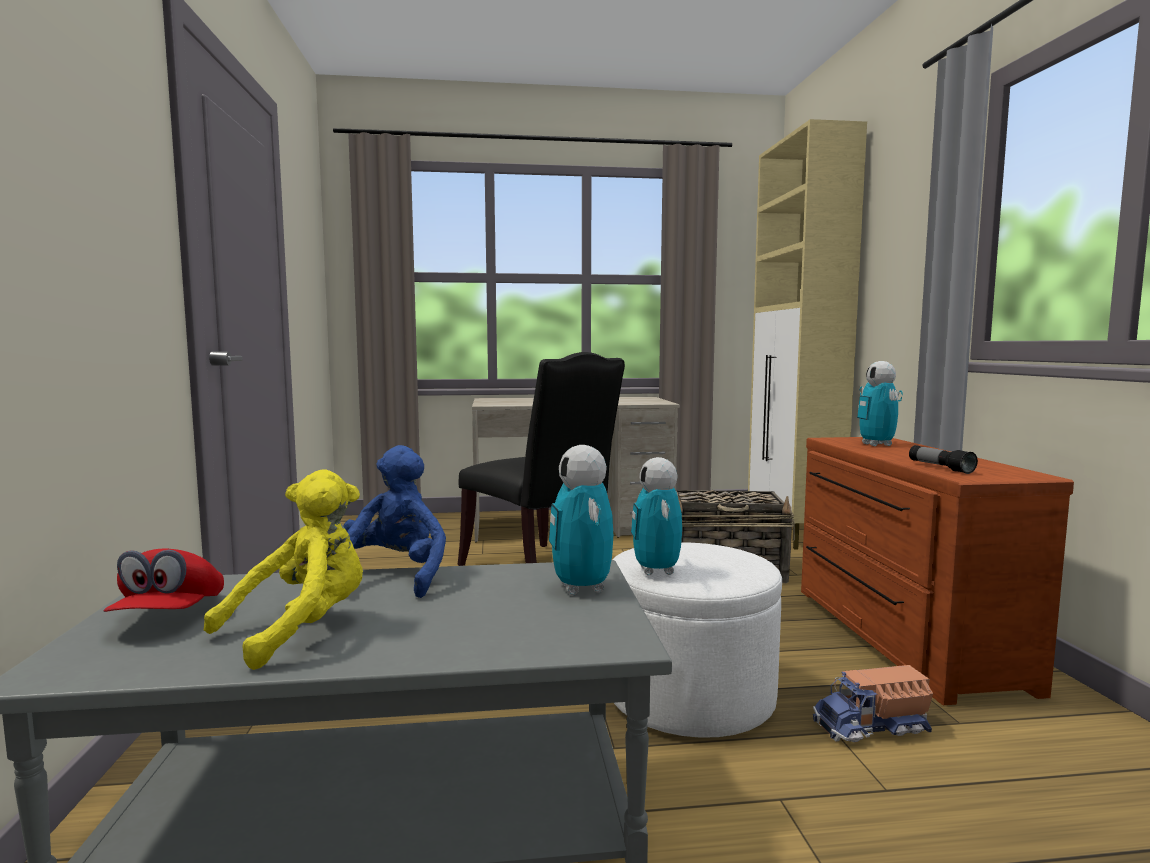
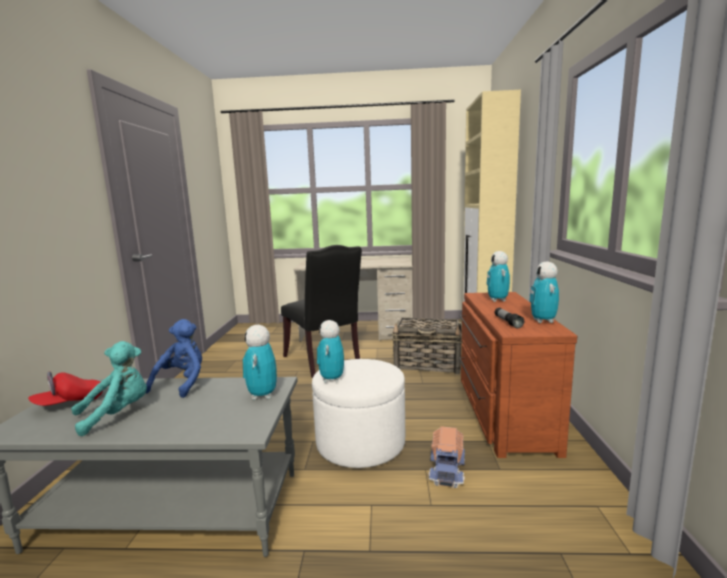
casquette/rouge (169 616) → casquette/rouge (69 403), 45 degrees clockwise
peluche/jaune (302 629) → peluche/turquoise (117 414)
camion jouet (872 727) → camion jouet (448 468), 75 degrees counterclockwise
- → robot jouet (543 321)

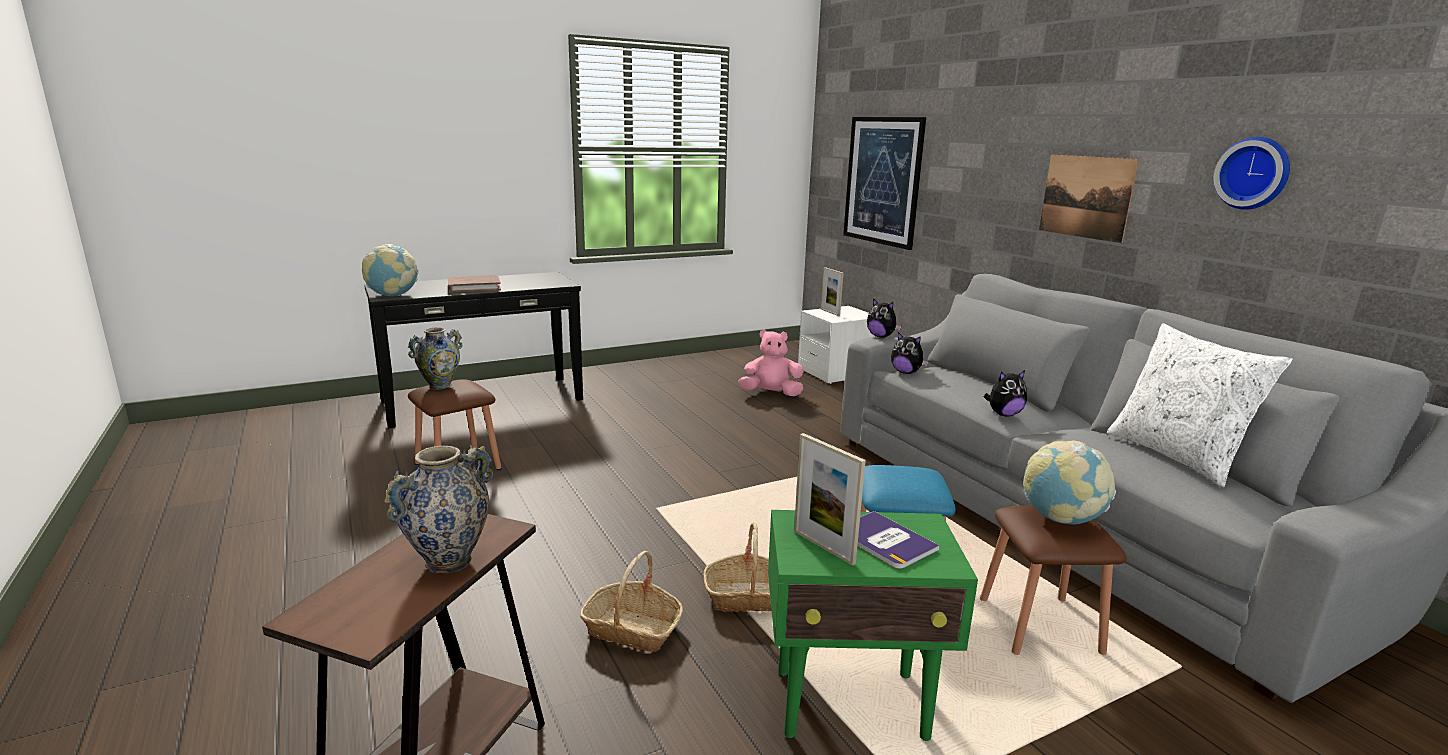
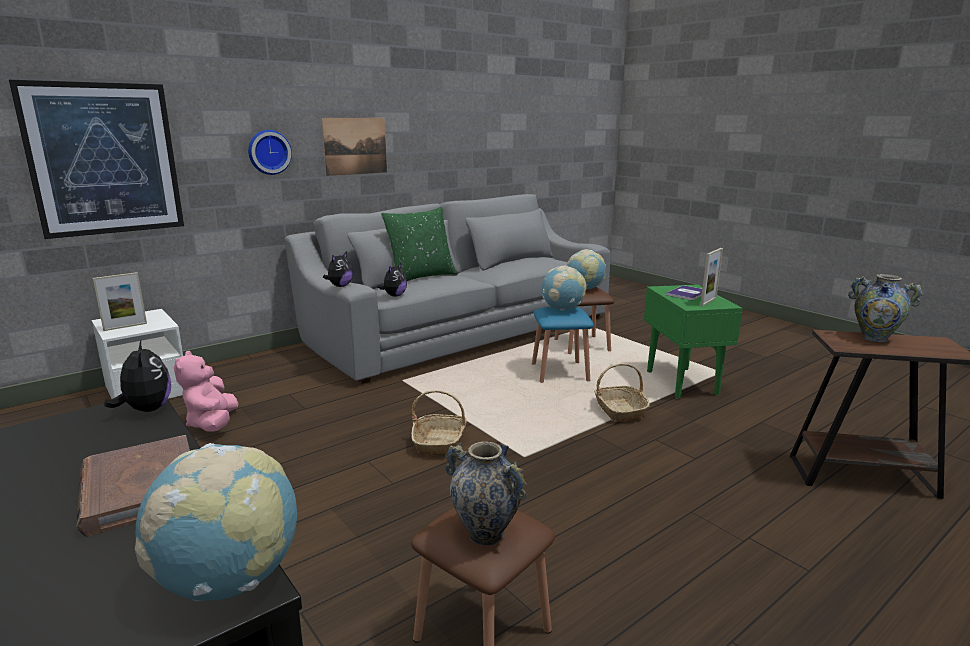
peluche (1003 414) → peluche (146 409), moved
horloge murale (1254 173) → horloge murale (268 152), moved
- → coussin/vert (421 276)
panier (632 629) → panier (440 442), moved
- → globe (562 309)
coussin/blanc (1176 456) → -

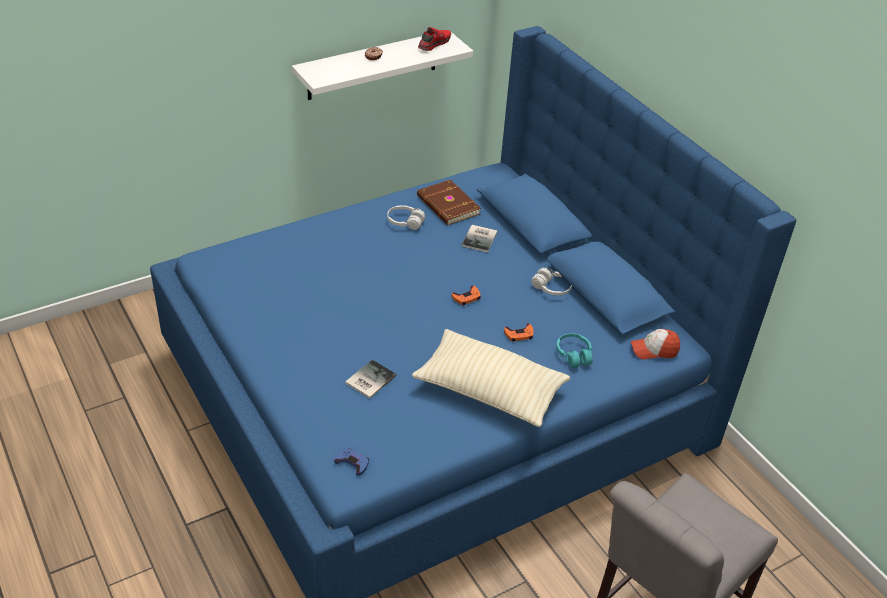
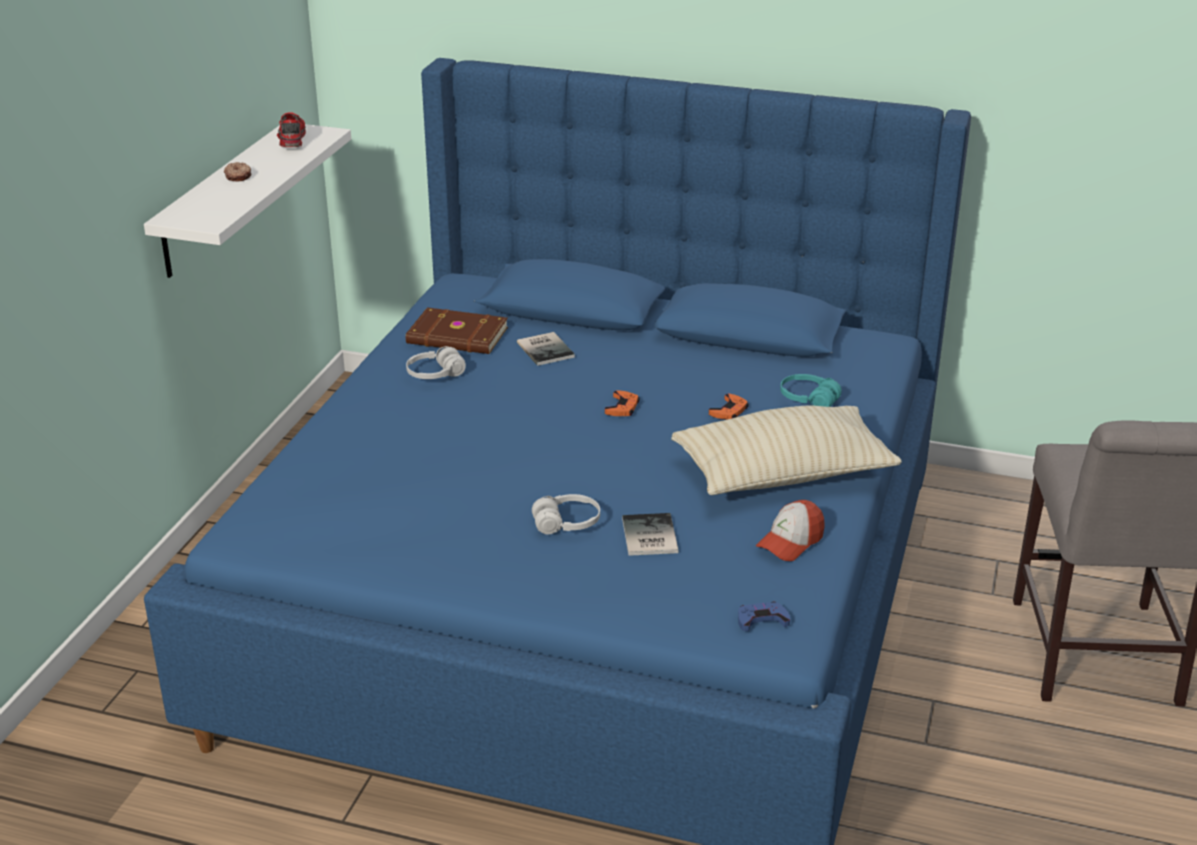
casque audio/blanc (551 288) → casque audio/blanc (566 524), moved
casquette (654 350) → casquette (790 542), moved

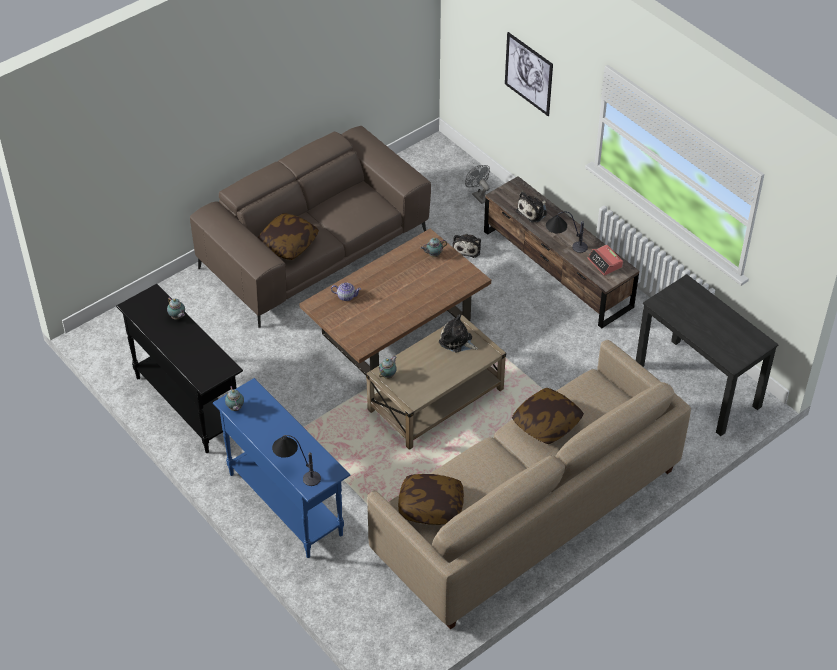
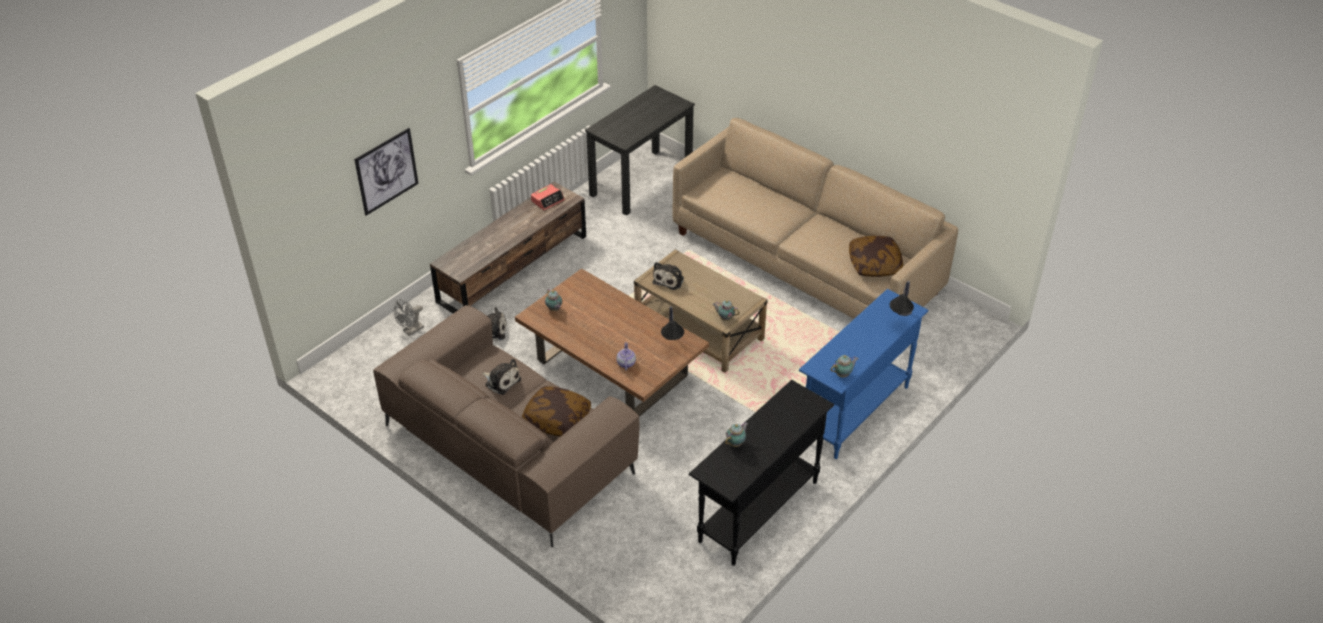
peluche (533 211) → peluche (501 381), moved
lampe de table (564 246) → lampe de table (672 345), moved
coussin (546 423) → -

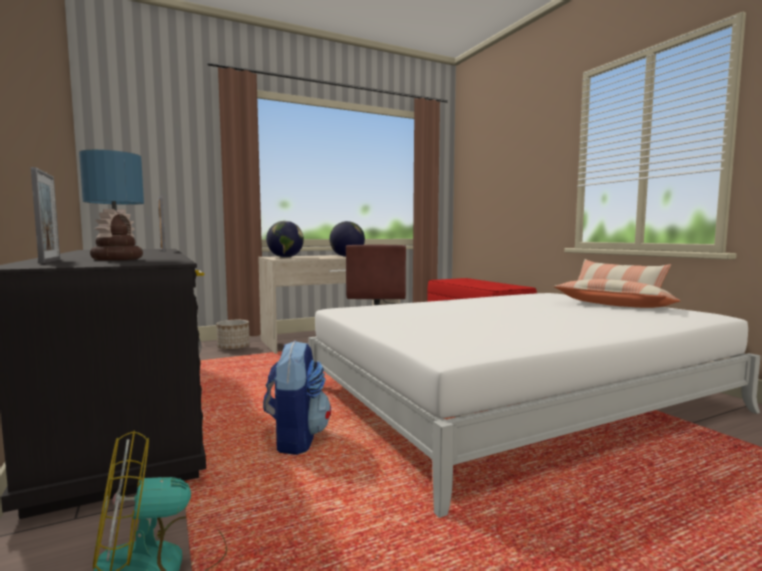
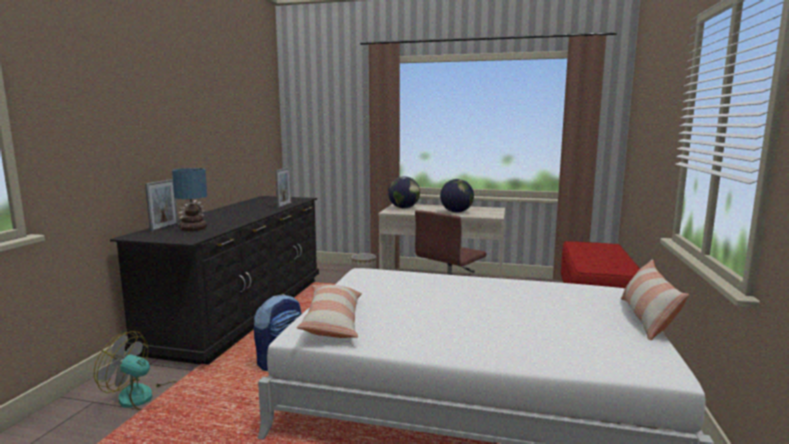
coussin (613 305) → coussin (333 321), moved

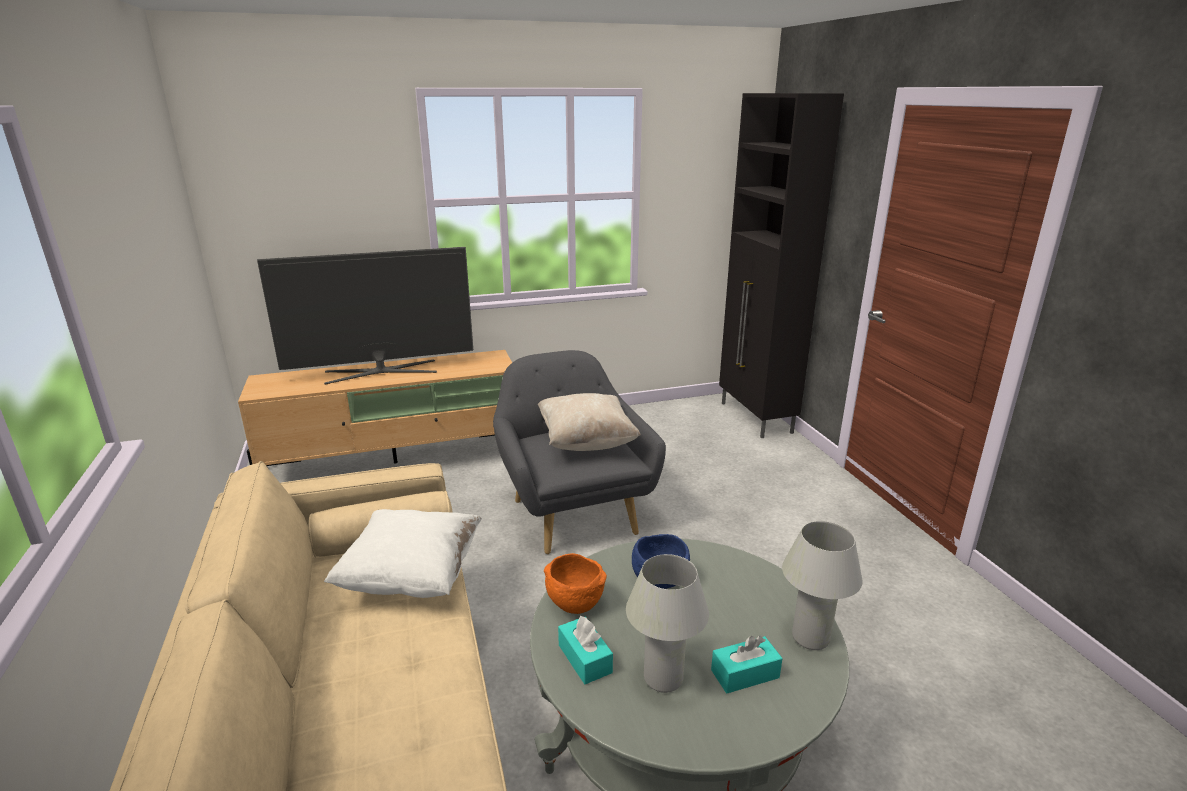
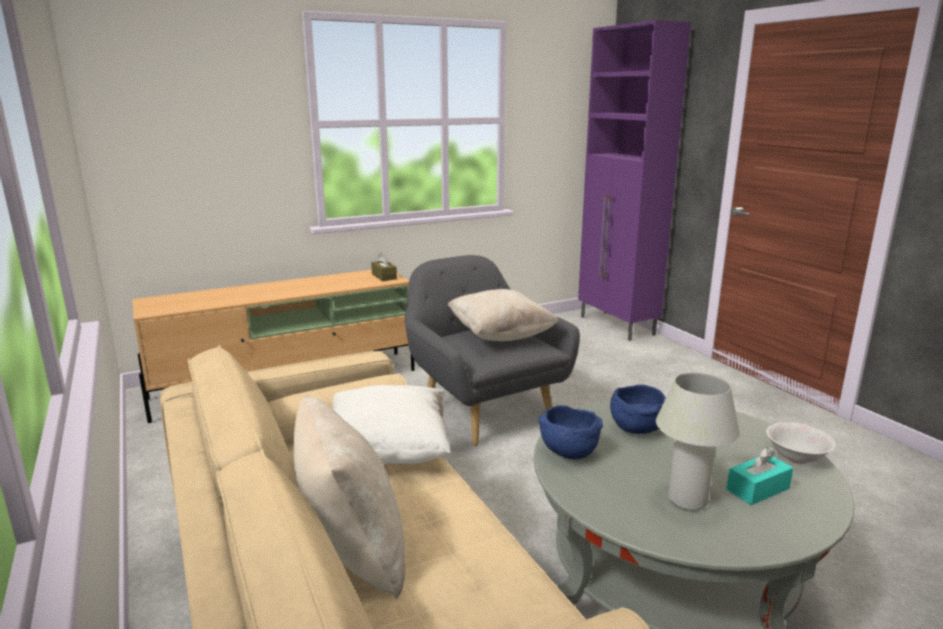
- → coussin/beige (352 552)
- → boîte à mouchoirs/marron (384 276)
bol/orange (573 603) → bol/bleu (567 453)
meuble de rangement/noir (756 418) → meuble de rangement/violet (617 326)
lampe de table/blanc (810 638) → bol/blanc (796 457)
téléviseur (381 371) → -
boîte à mouchoirs/turquoise (585 659) → -

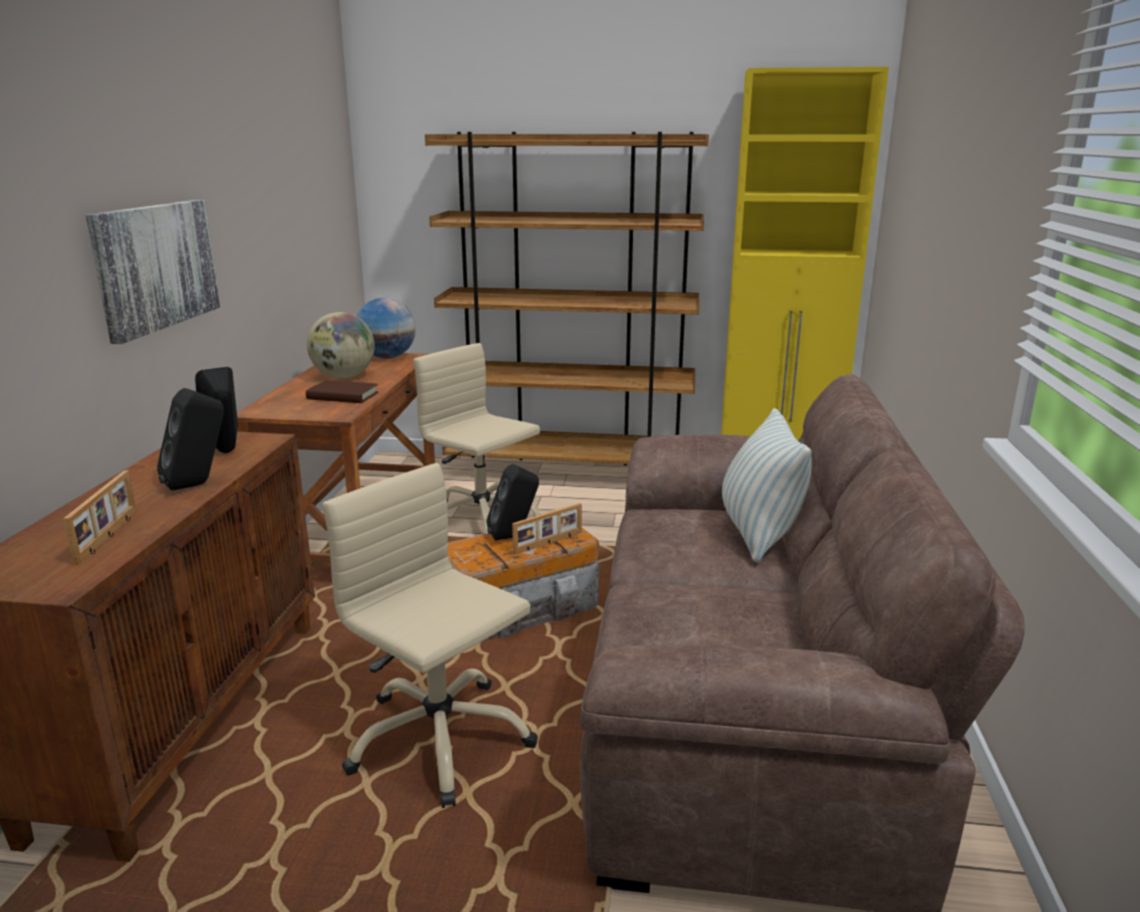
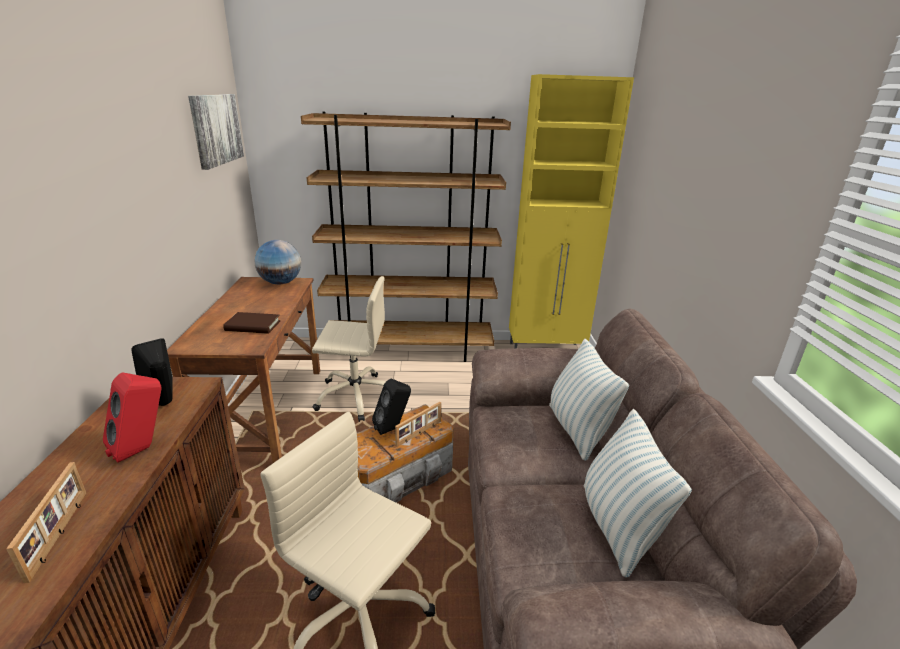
enceinte/noir (198 484) → enceinte/rouge (143 449)
tableau (155 266) → tableau (216 129), moved
chaise de bureau/beige (481 521) → chaise de bureau/beige (356 396), 150 degrees clockwise
- → coussin (618 527)
globe (343 377) → -

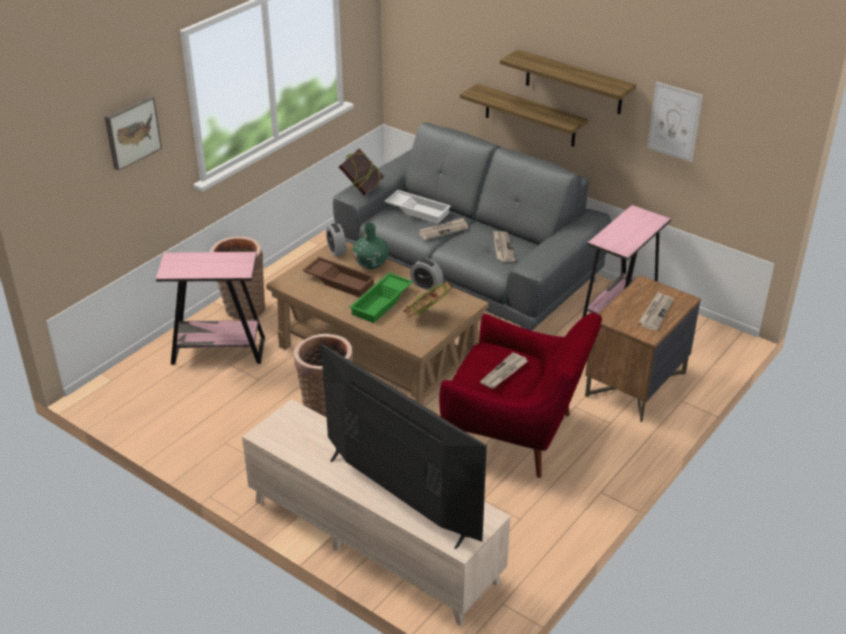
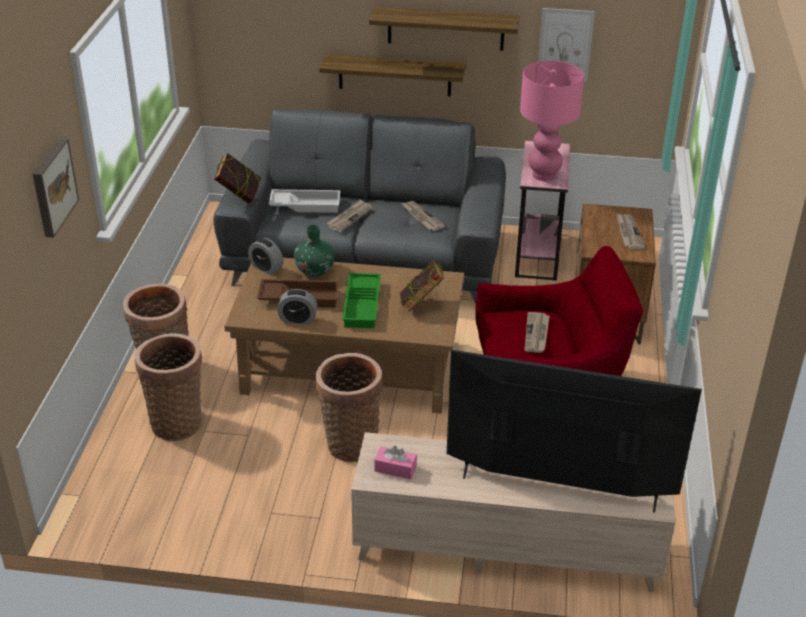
table d'appoint/rose (218 351) → panier (177 421)
réveil (426 285) → réveil (298 320), moved
- → boîte à mouchoirs/rose (395 469)
- → lampe de table/rose (543 175)

